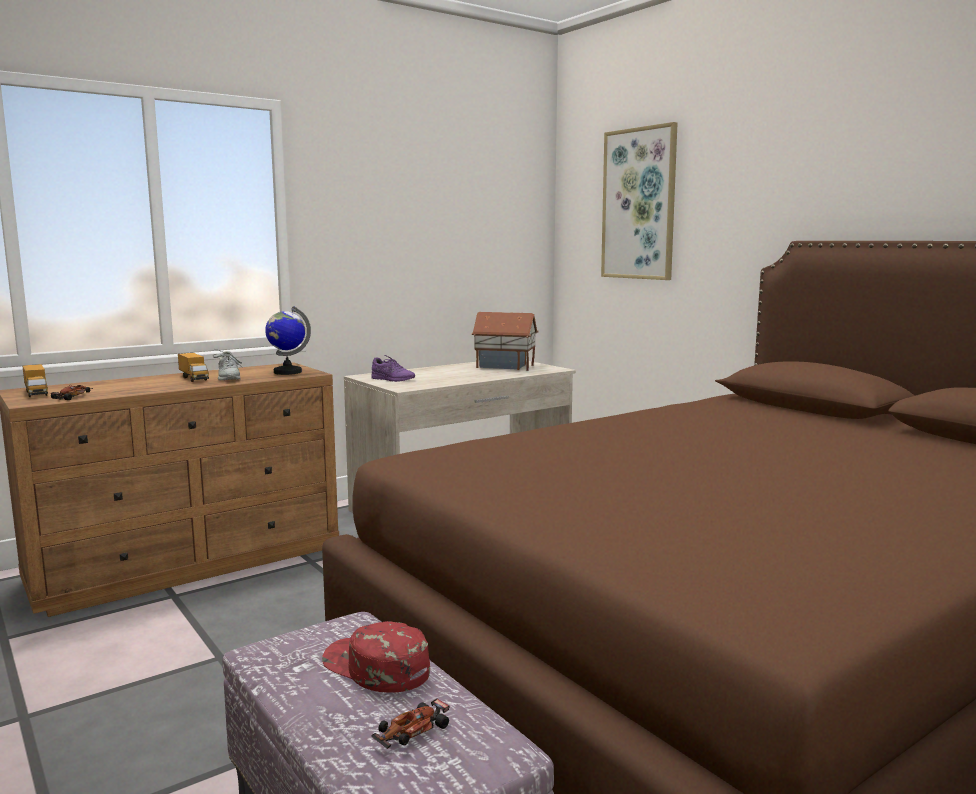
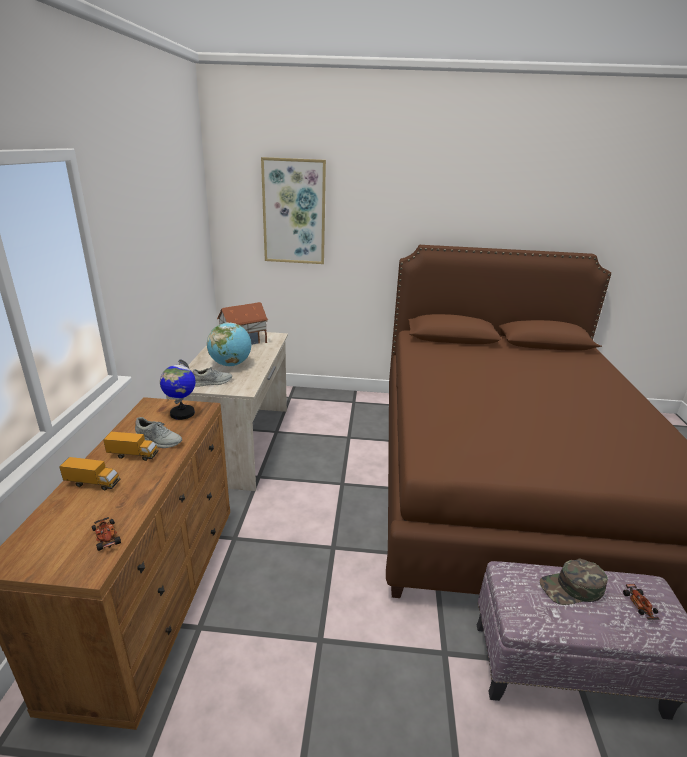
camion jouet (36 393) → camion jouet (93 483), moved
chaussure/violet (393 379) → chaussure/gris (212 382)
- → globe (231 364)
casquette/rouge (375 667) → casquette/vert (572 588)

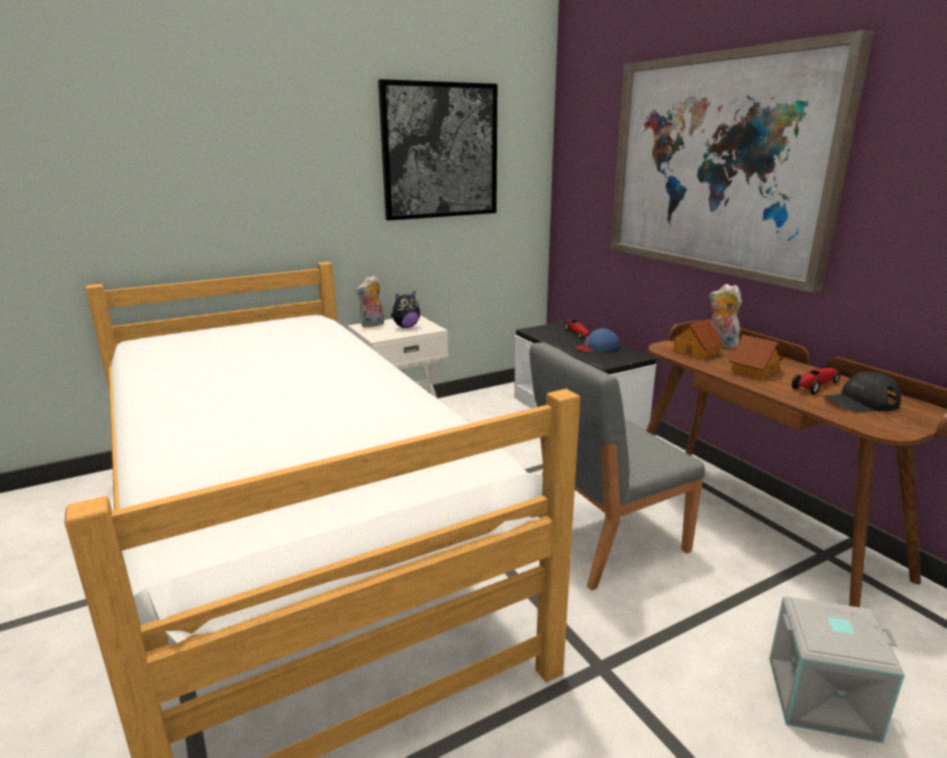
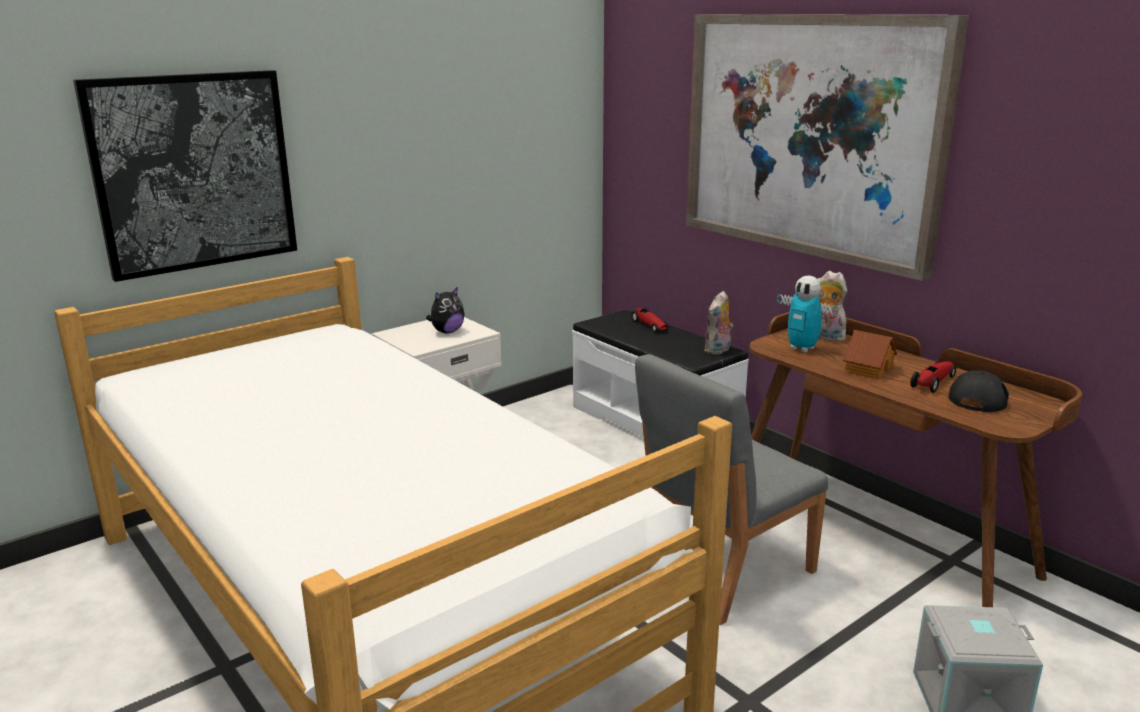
tableau (440 151) → tableau (194 172), moved
peluche (372 325) → peluche (718 350), moved
maison miniature (695 352) → robot jouet (802 348)
casquette/noir (860 402) → casquette/noir (979 397), 150 degrees clockwise
casquette/bleu (597 347) → -

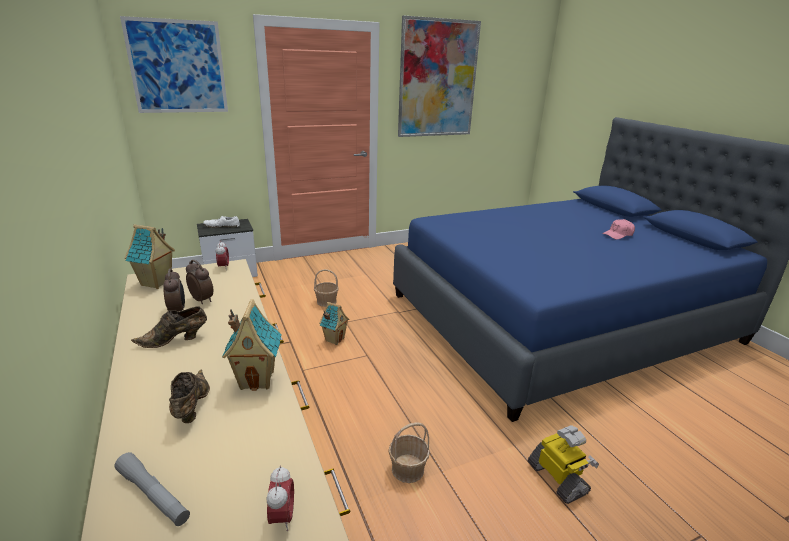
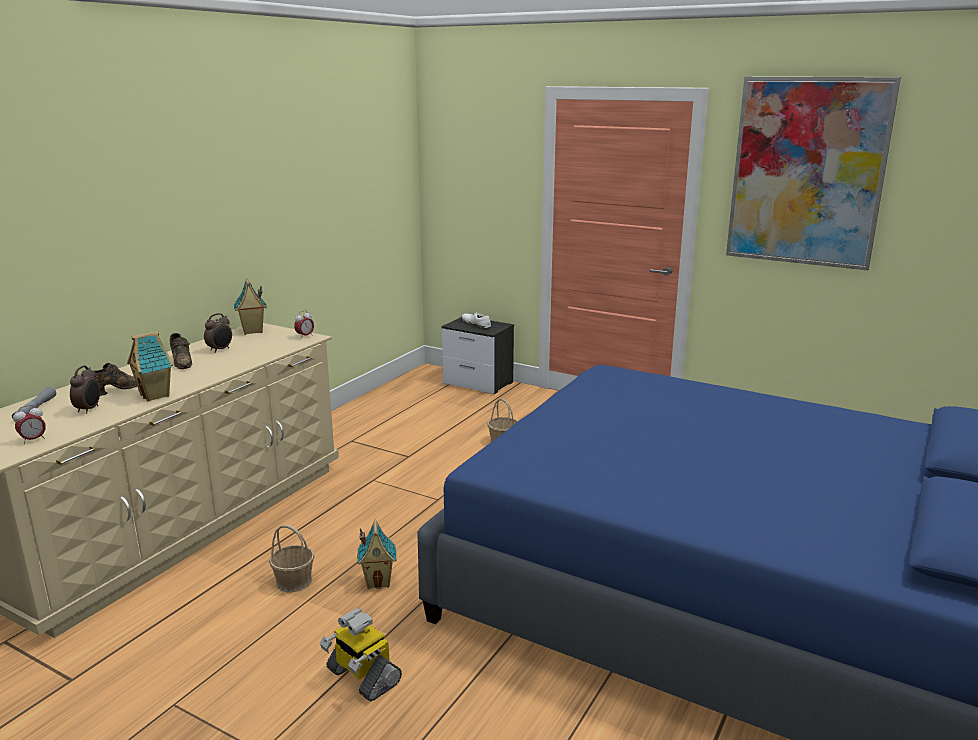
réveil (202 300) → réveil (89 409), moved
chaussure/marron (175 340) → chaussure/marron (182 362), 150 degrees counterclockwise
robot jouet (558 478) → robot jouet (362 677), 105 degrees clockwise
maison miniature (334 339) → maison miniature (378 581), moved
tableau (178 67) → -
casquette/rose (618 235) → -

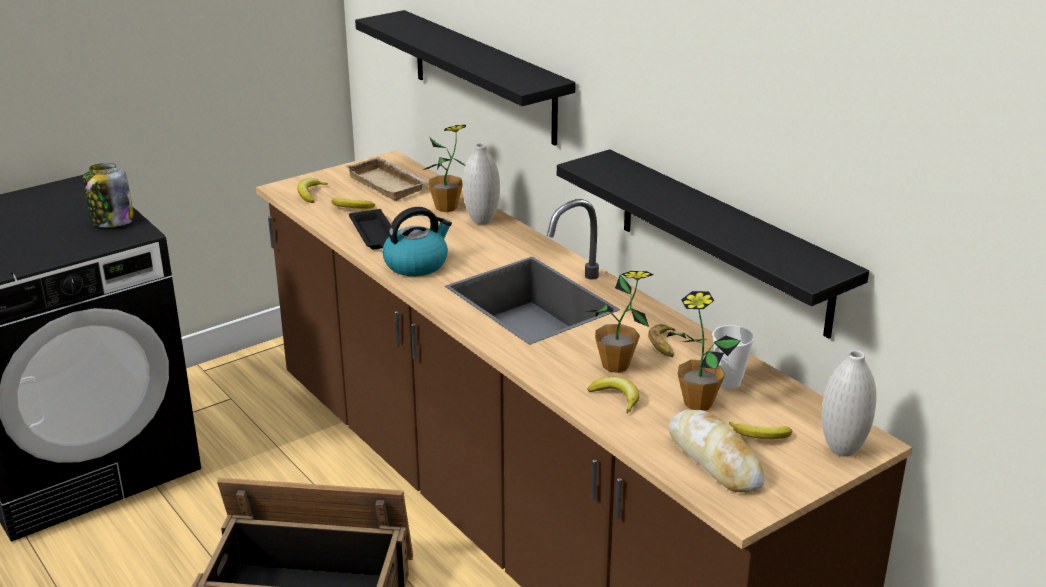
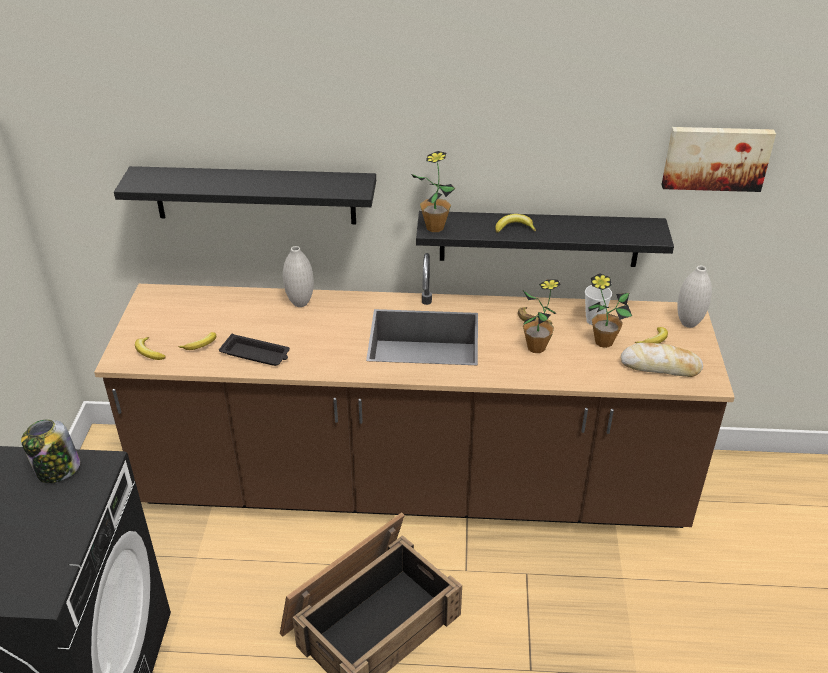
plante en pot (446 207) → plante en pot (435 227), moved
banane (616 398) → banane (514 228), moved
- → tableau (716 157)
plateau/beige (389 184) → -
bouilloire (417 264) → -

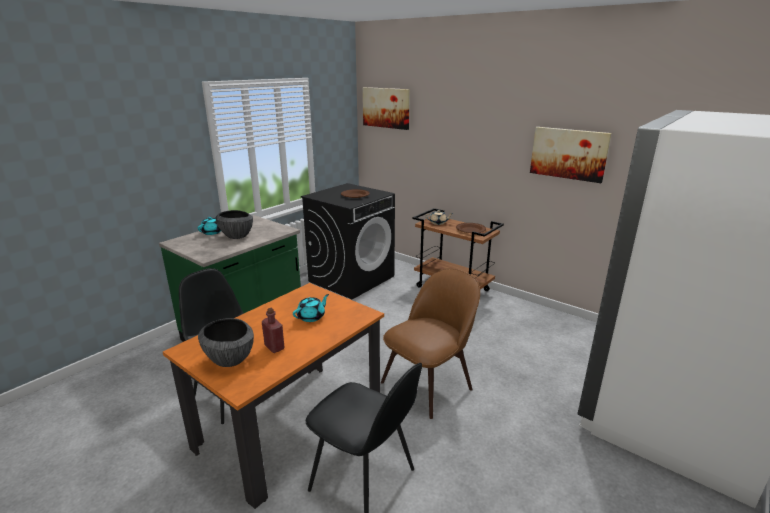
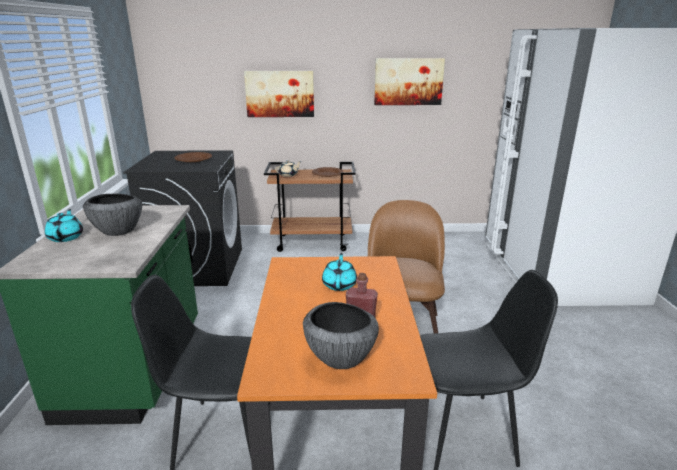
tableau (386 108) → tableau (280 94), moved

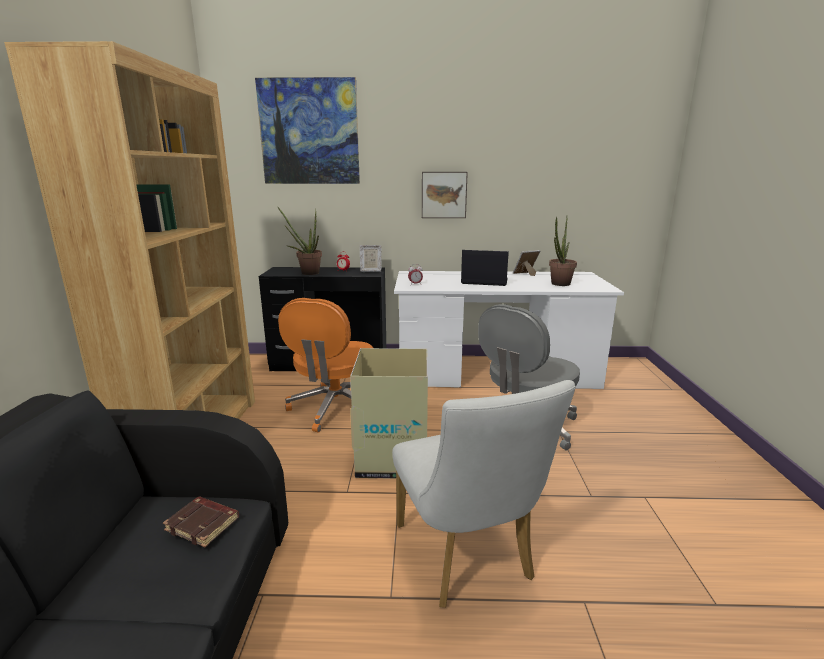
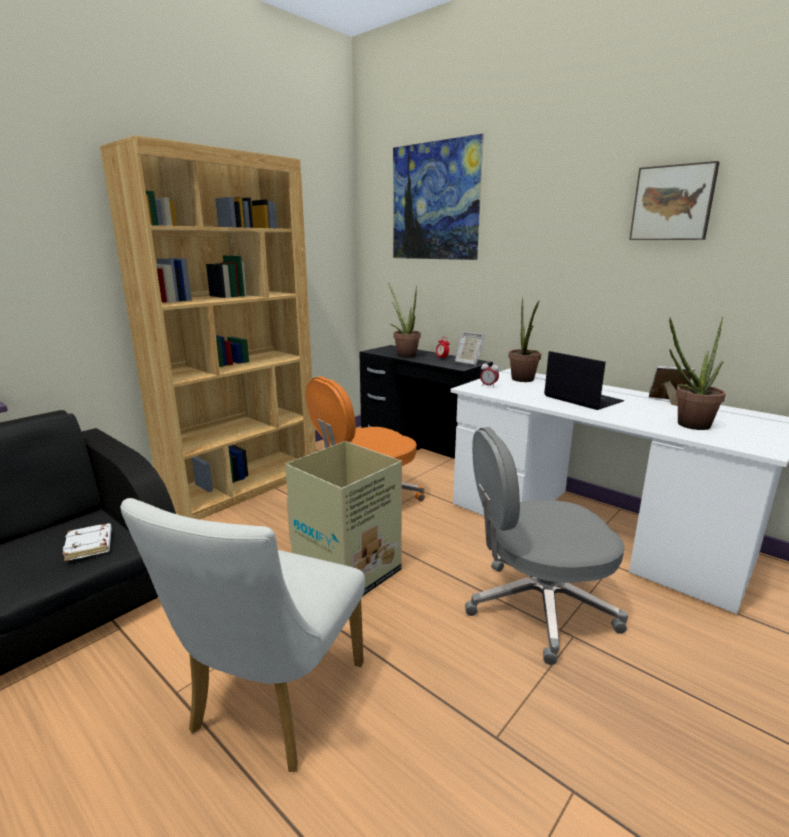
livre/marron (204 524) → livre/blanc (90 545)
- → plante en pot (523 380)
tableau (444 194) → tableau (673 203), moved

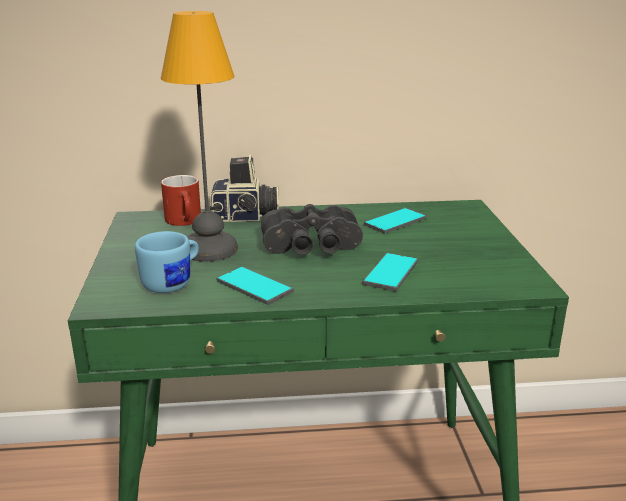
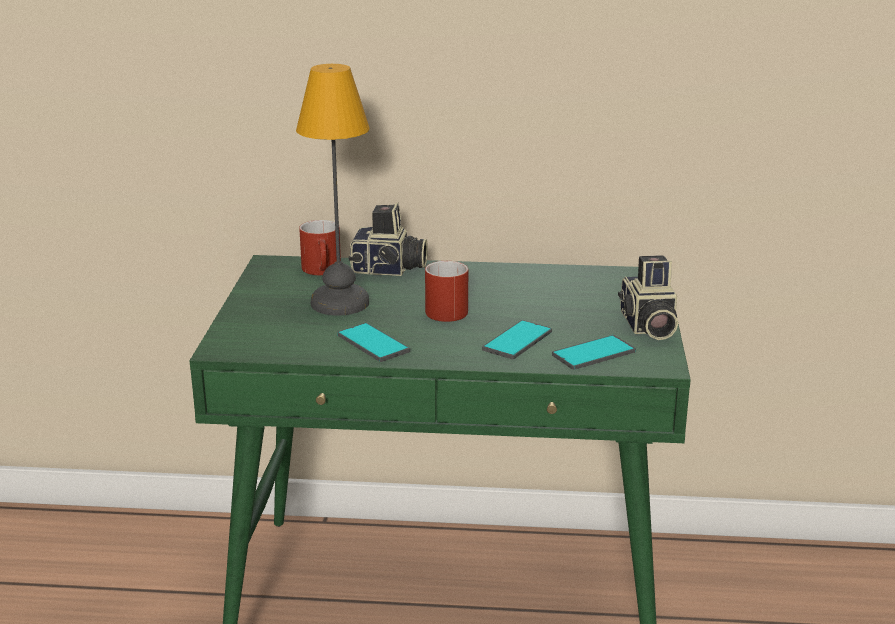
jumelles/noir (312 247) → mug/rouge (447 309)
téléphone (395 221) → téléphone (593 353), moved
- → appareil photo (647 326)
mug/bleu (173 282) → -

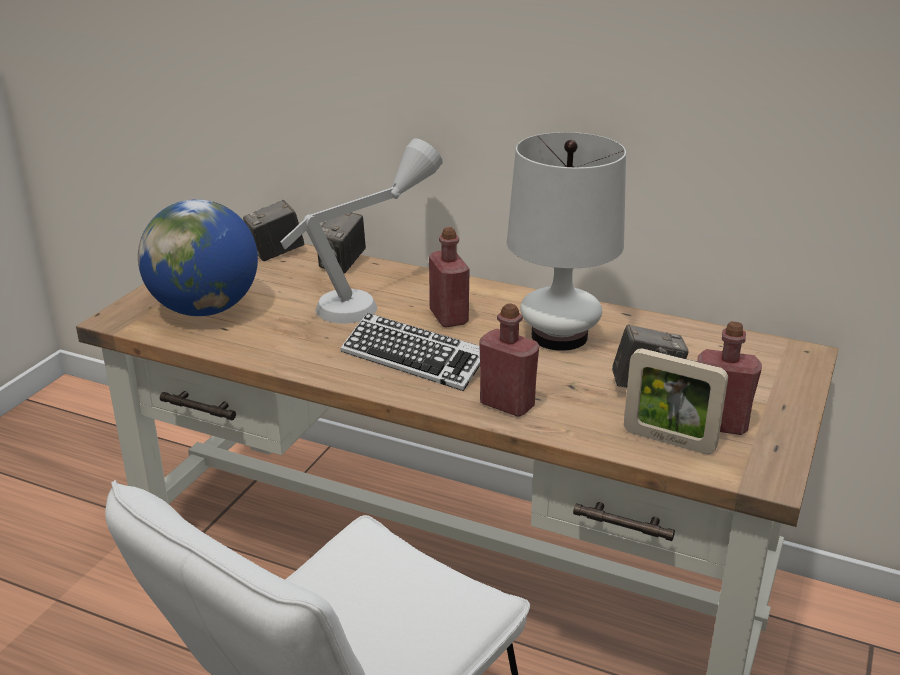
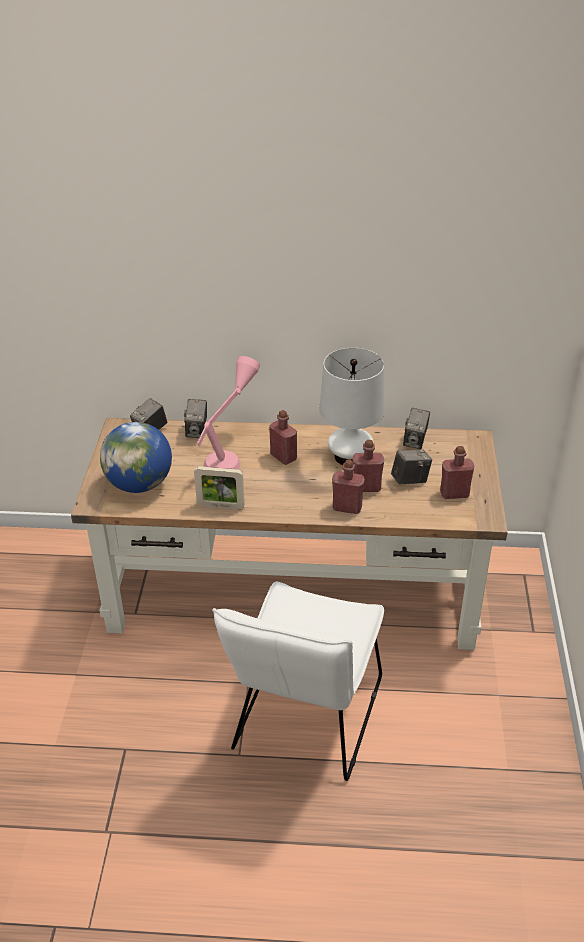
cadre photo (669 441) → cadre photo (220 506), moved
lampe de table/gris (371 298) → lampe de table/rose (231 453)
- → bouteille/rouge (366 487)
- → appareil photo (415 441)
clavier (414 359) → -

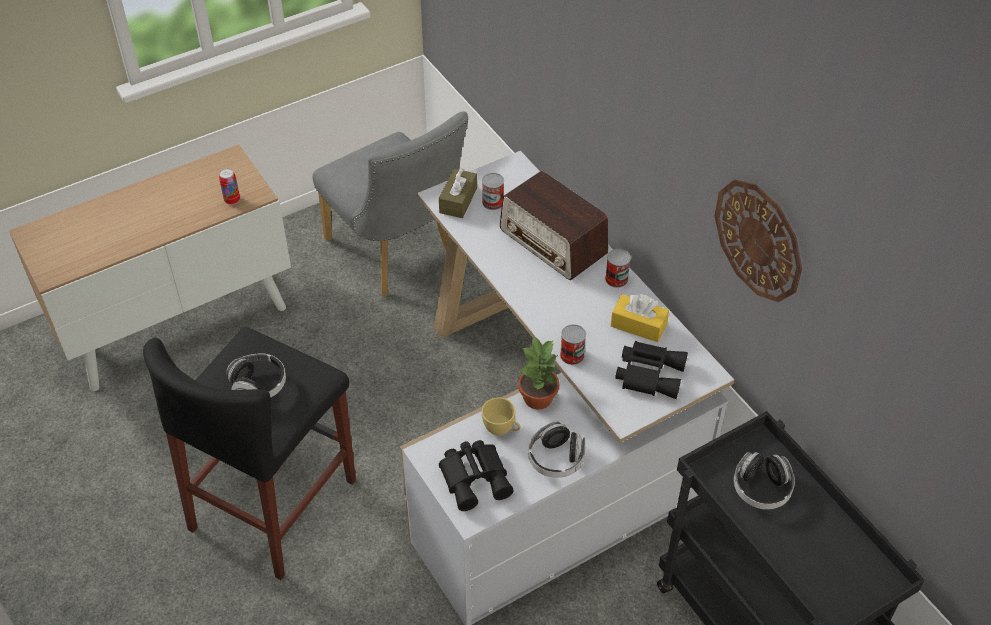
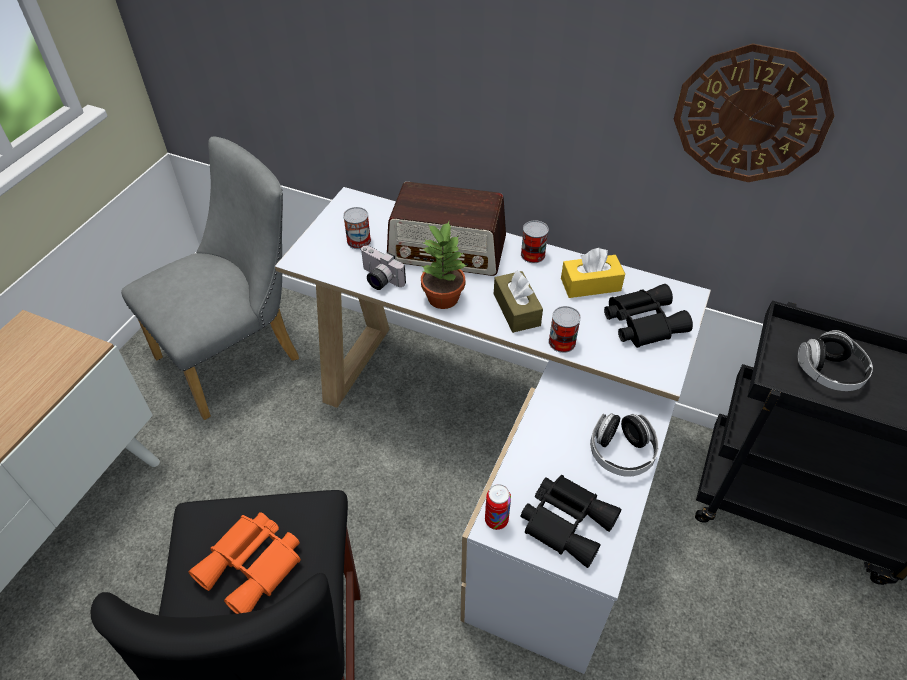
chaise/gris (398 254) → chaise/gris (238 354), 60 degrees counterclockwise
casque audio (258 386) → jumelles/orange (254 566)
- → appareil photo (379 279)
plante en pot (538 397) → plante en pot (443 297), moved
boîte métallique (232 200) → boîte métallique (496 520), moved
boîte à mouchoirs/marron (458 200) → boîte à mouchoirs/marron (516 309), moved
tasse/jaune (502 429) → -

